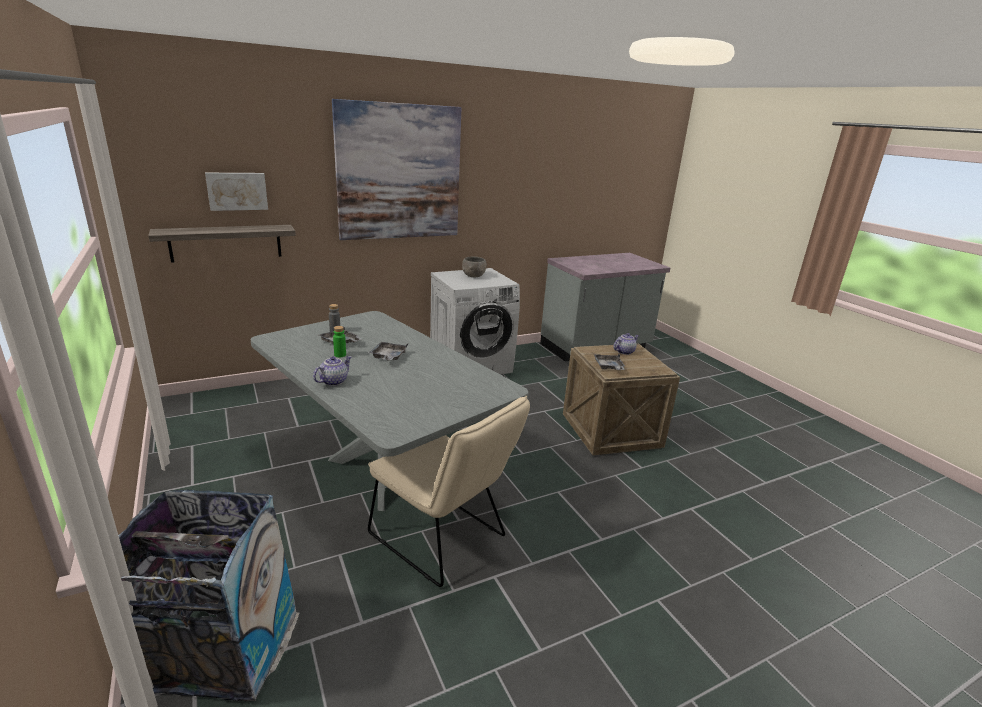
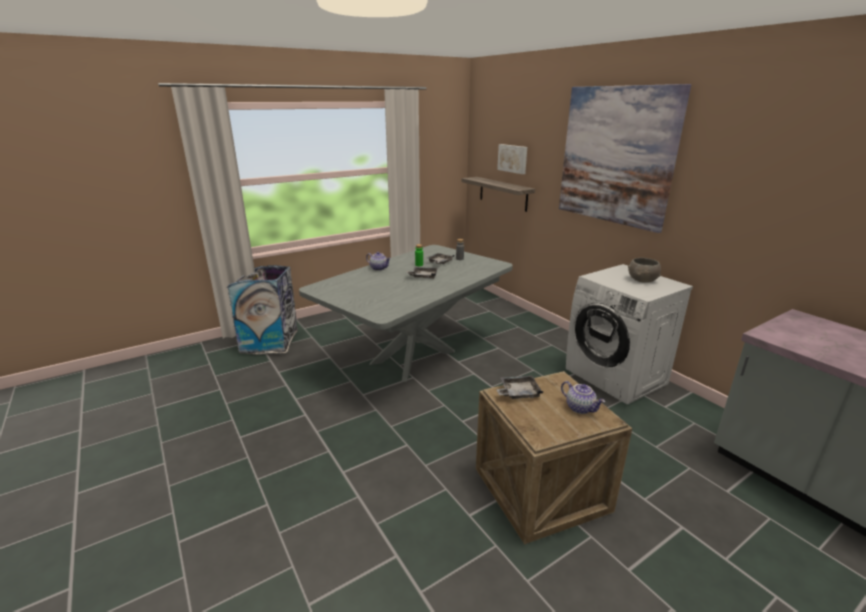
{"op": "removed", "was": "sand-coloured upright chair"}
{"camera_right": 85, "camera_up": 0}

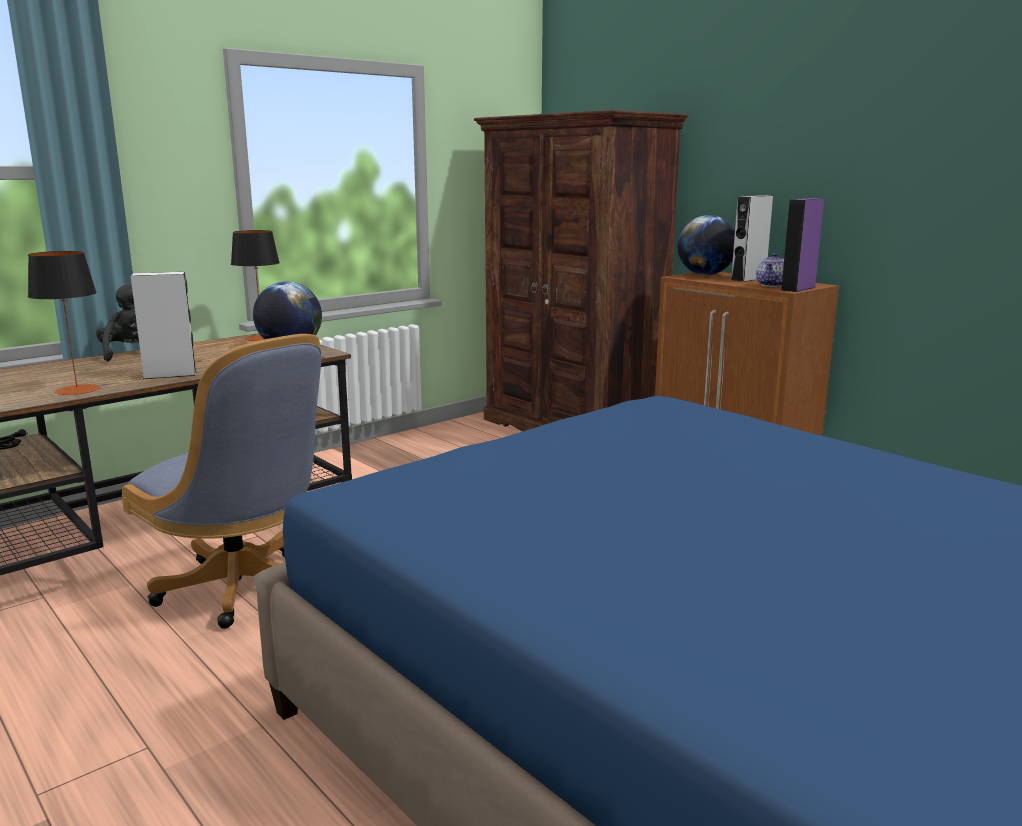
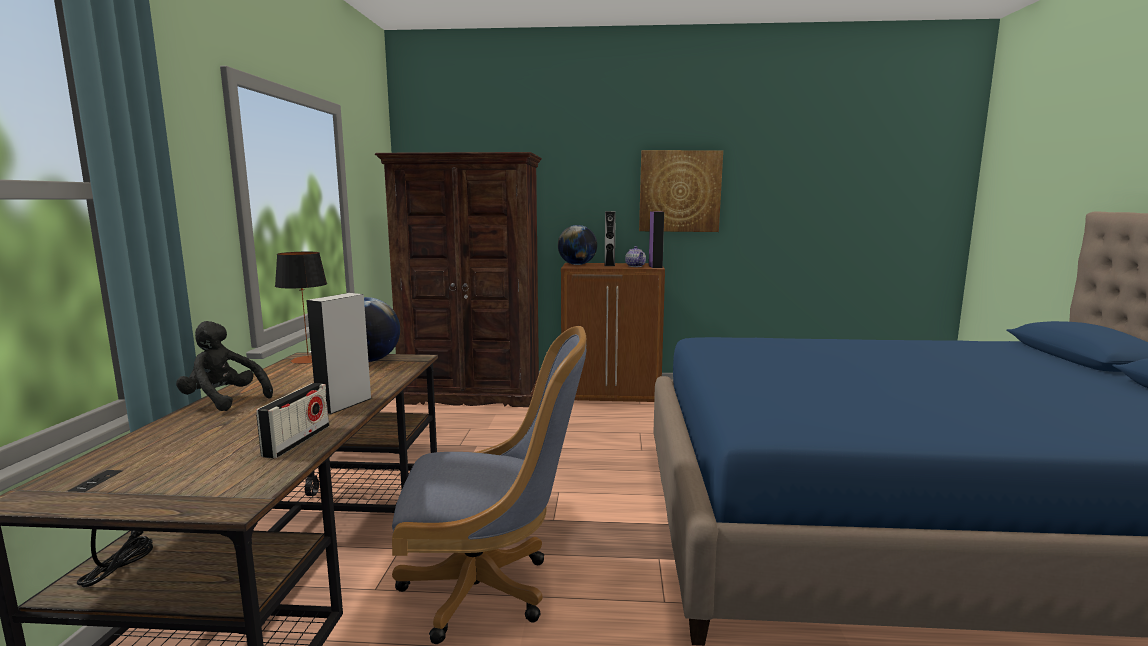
{"op": "replaced", "was": "table lamp (1st from left)", "now": "radio set"}
{"op": "added", "now": "wall picture"}
{"camera_right": -45, "camera_up": -5}

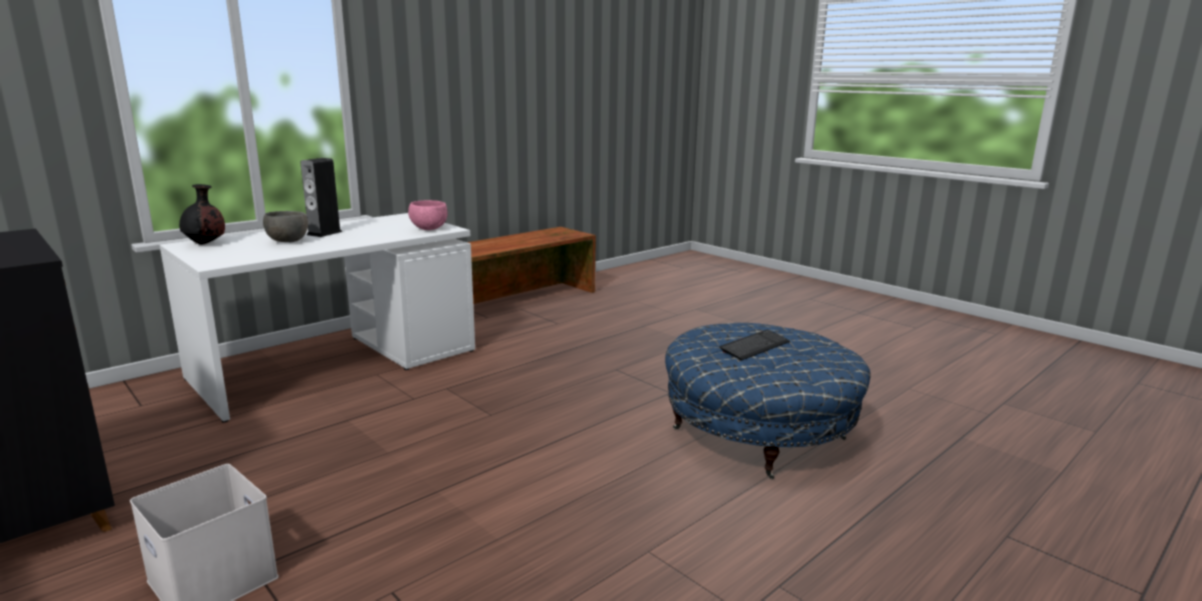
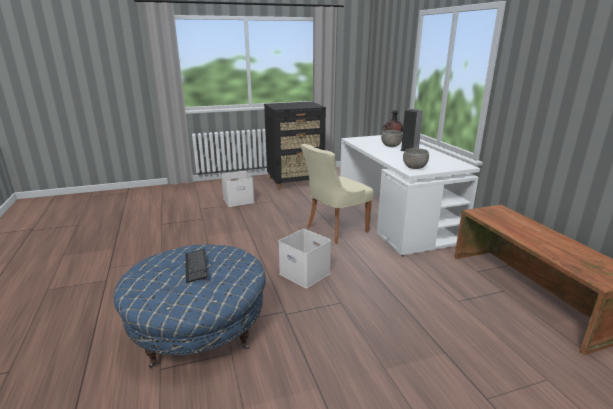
{"op": "recoloured", "was": "pinkish deep dish", "now": "grey deep dish (2nd from left)"}
{"op": "added", "now": "sand-coloured upright chair"}
{"op": "added", "now": "white-coloured storage box (2nd from left)"}
{"camera_right": 115, "camera_up": 5}

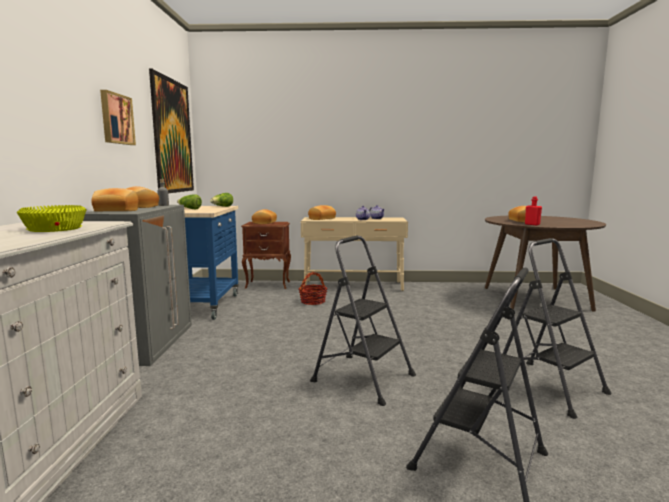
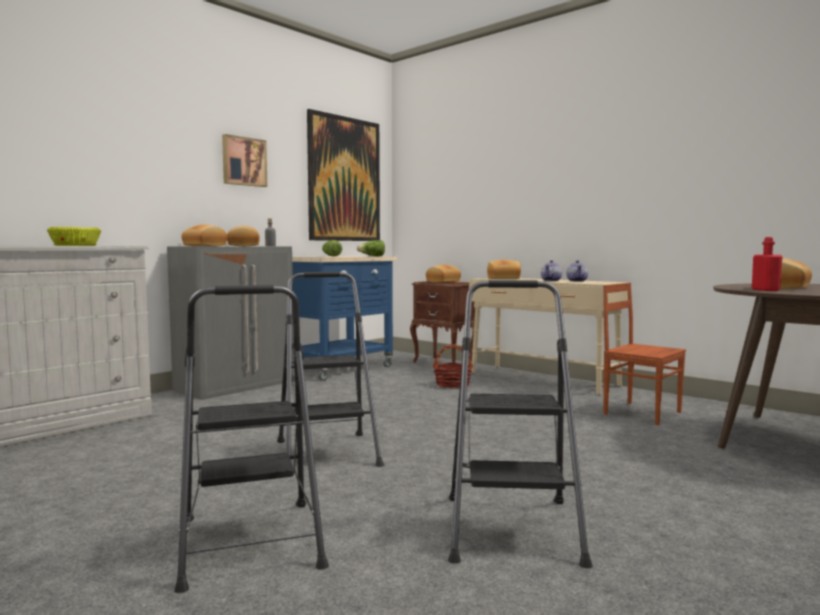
{"op": "added", "now": "brown upright chair"}
{"camera_right": 40, "camera_up": -5}

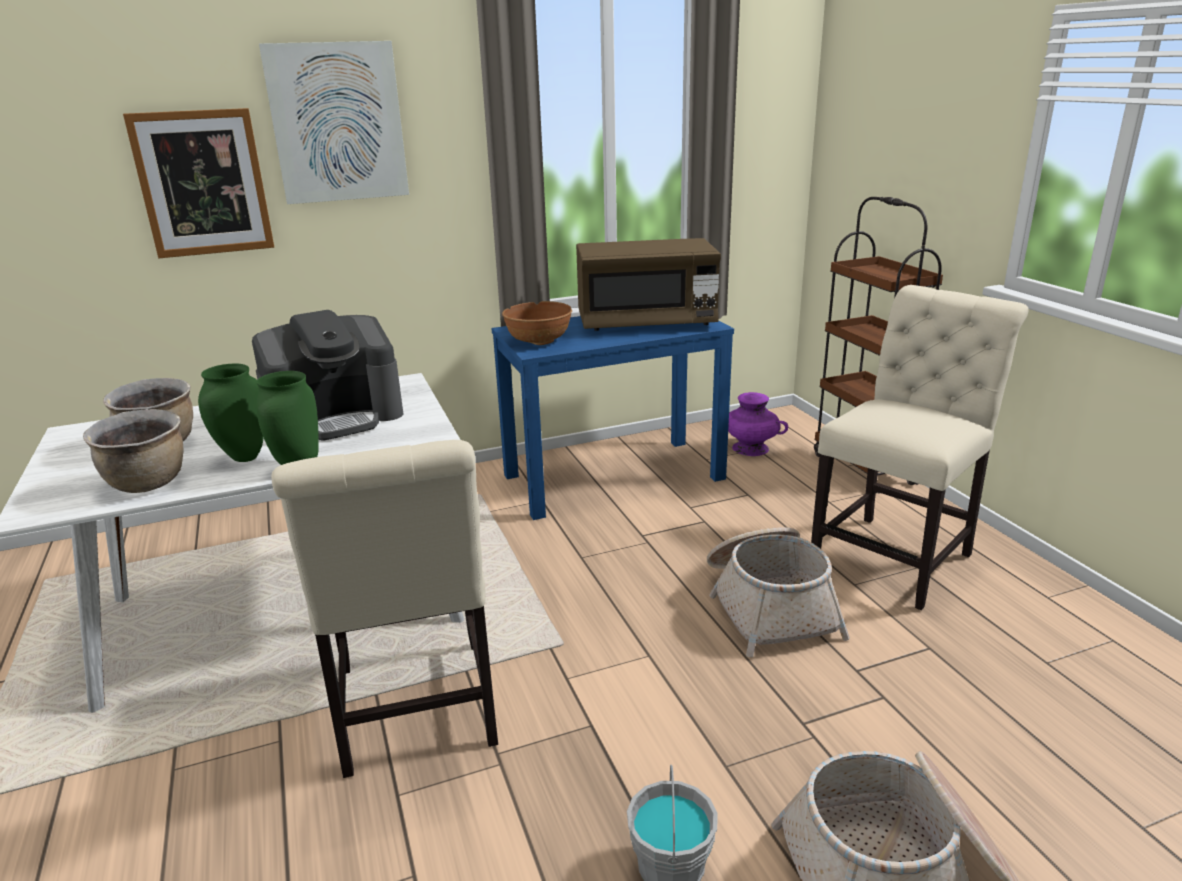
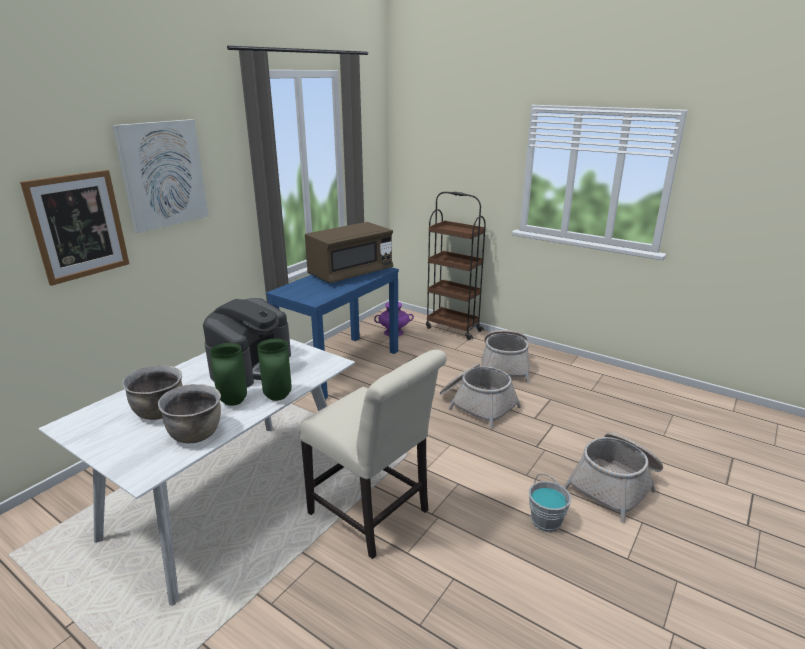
{"op": "replaced", "was": "sand-coloured upright chair (2nd from left)", "now": "storage basket (2nd from left)"}
{"op": "removed", "was": "brown deep dish"}
{"camera_right": -35, "camera_up": 0}

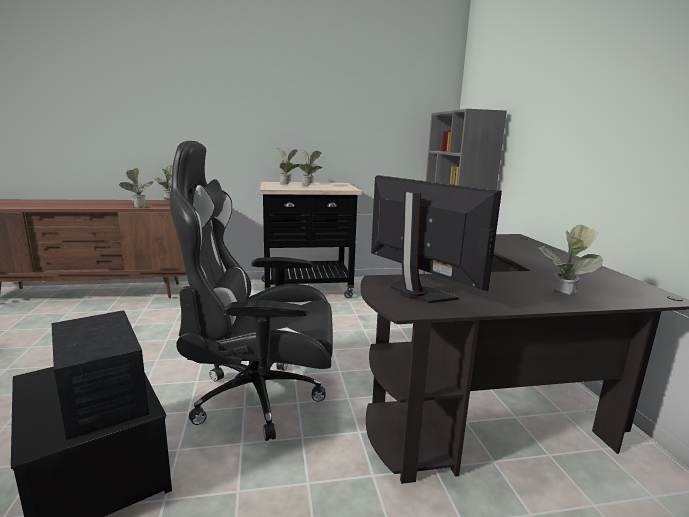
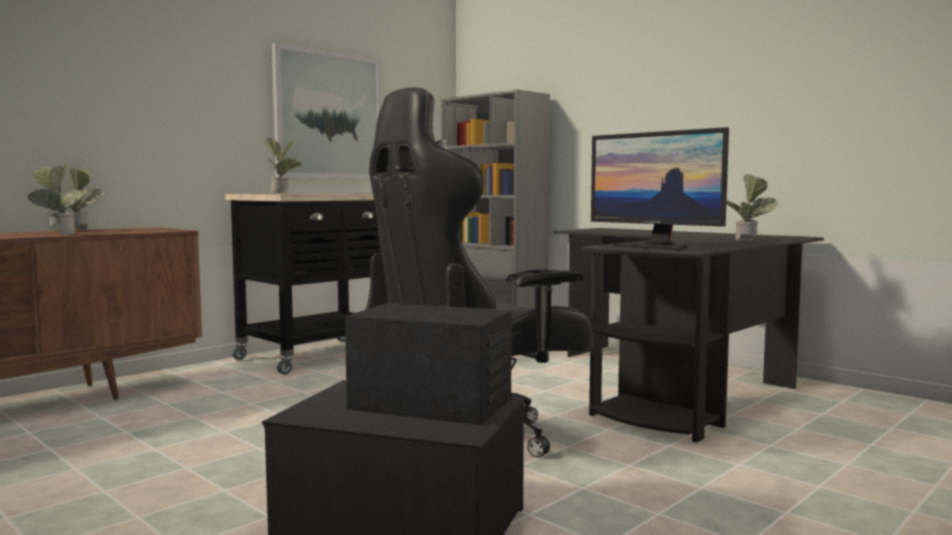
{"op": "removed", "was": "plant in a pot (4th from left)"}
{"op": "turned", "was": "monitor", "clockwise": -150}
{"op": "added", "now": "wall picture"}
{"camera_right": -35, "camera_up": -10}

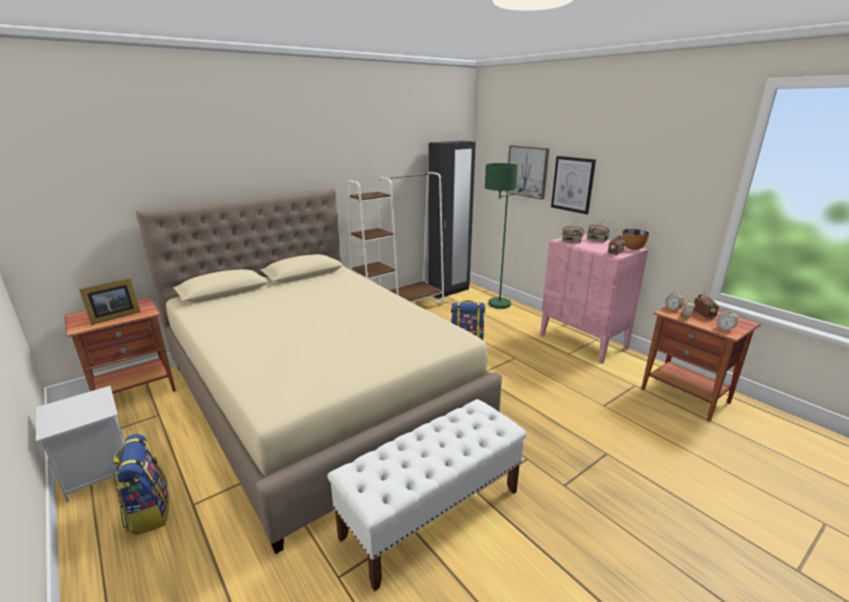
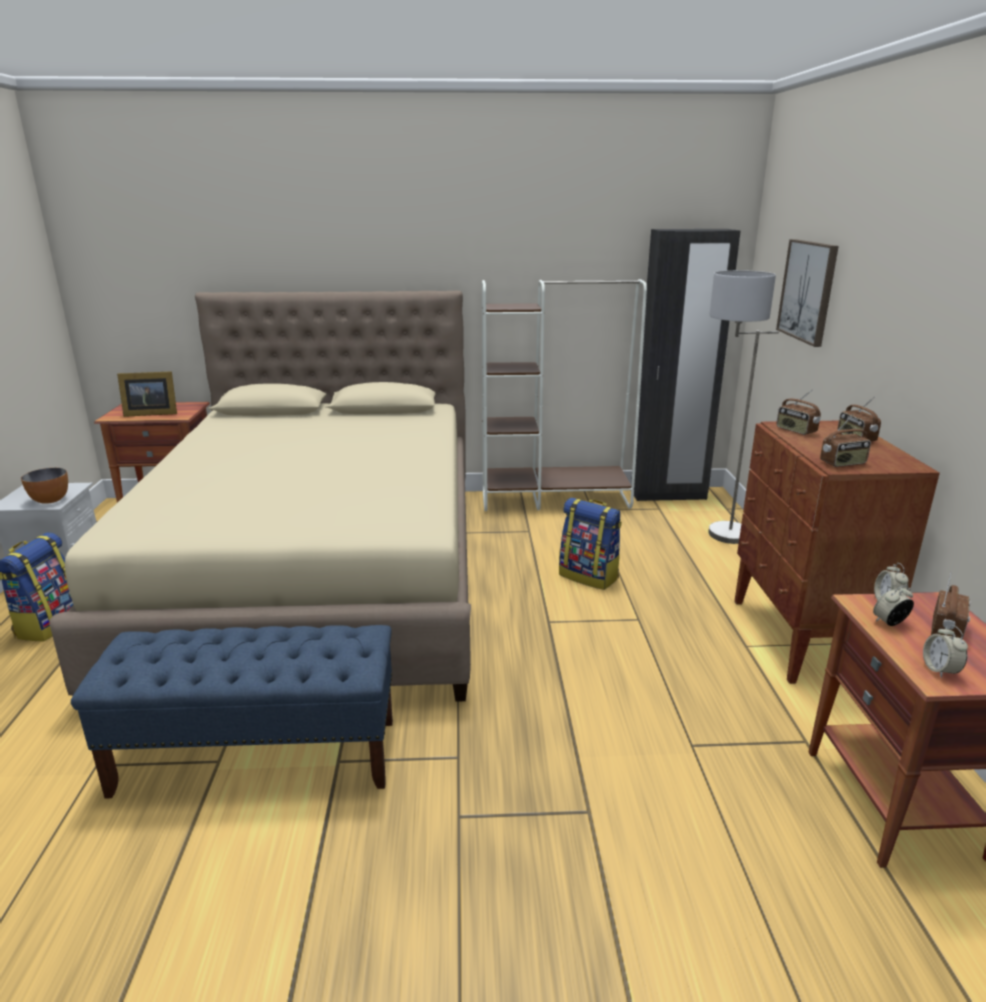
{"op": "removed", "was": "wall picture (2nd from left)"}
{"op": "recoloured", "was": "green standing lamp", "now": "grey standing lamp"}
{"op": "moved", "was": "deep dish"}
{"op": "recoloured", "was": "pinkish dresser", "now": "brown dresser"}
{"op": "recoloured", "was": "white-coloured bench", "now": "blue-coloured bench"}
{"camera_right": 35, "camera_up": 0}

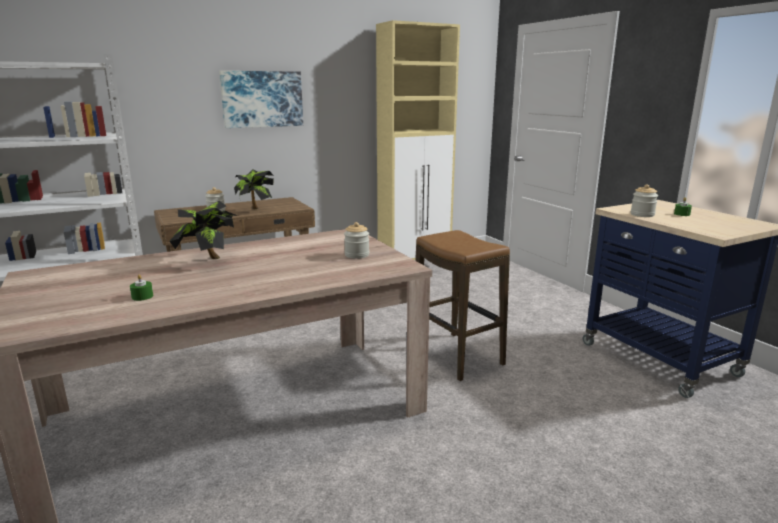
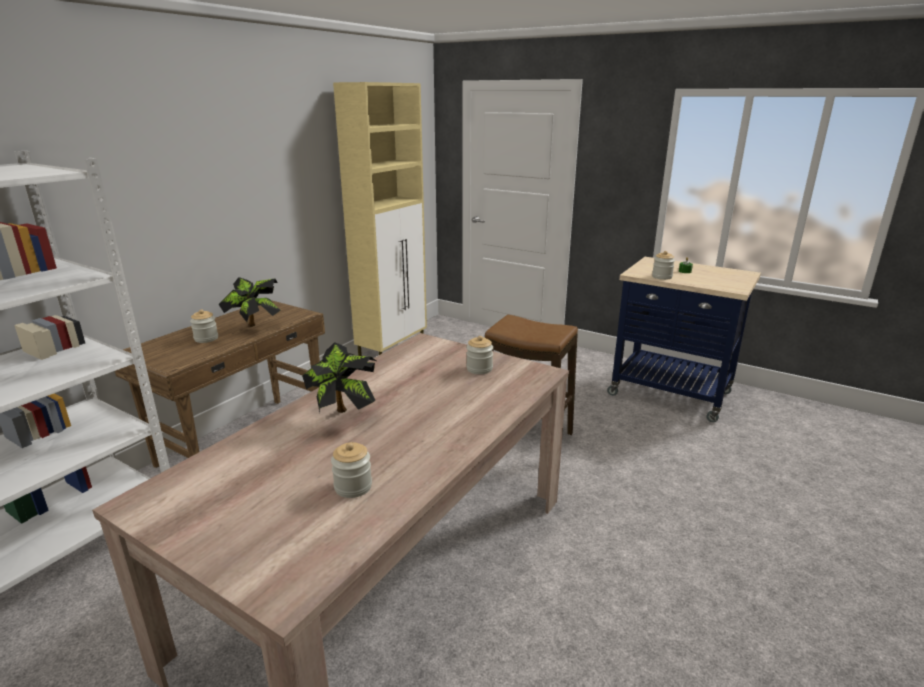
{"op": "removed", "was": "wall picture"}
{"op": "replaced", "was": "green wax candle (1st from left)", "now": "jar (2nd from left)"}
{"camera_right": -30, "camera_up": 5}

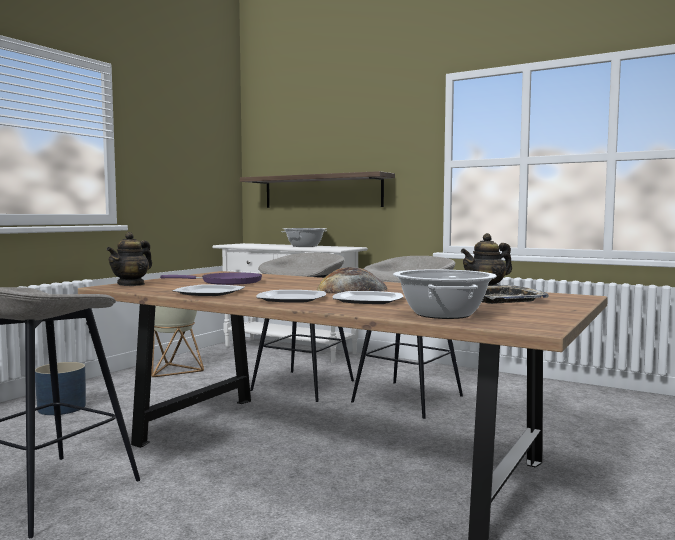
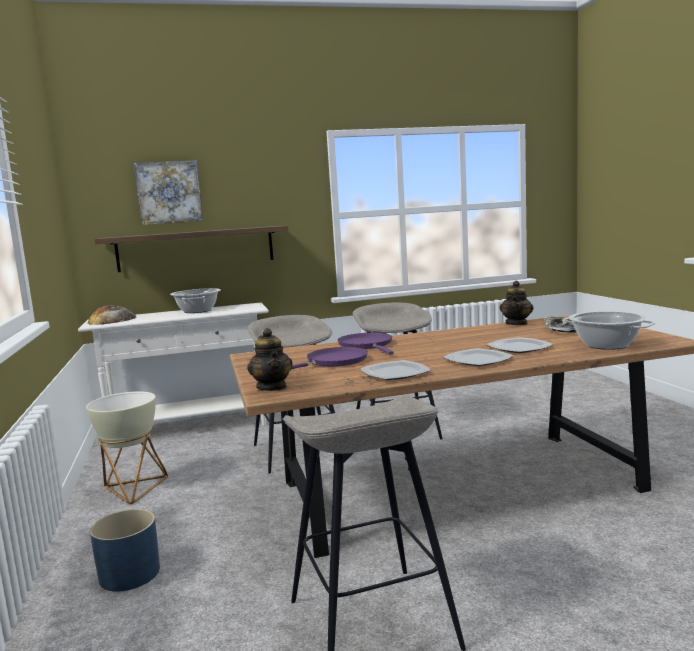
{"op": "moved", "was": "bakery bread"}
{"op": "added", "now": "wall picture"}
{"op": "added", "now": "purple-coloured frying pan (2nd from left)"}
{"camera_right": -45, "camera_up": 5}

